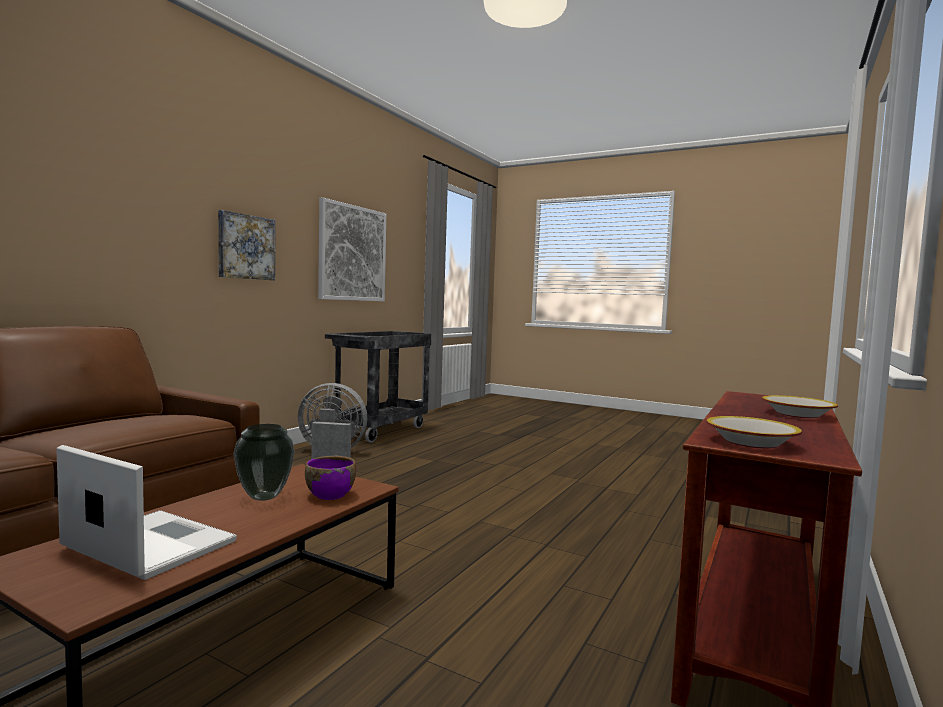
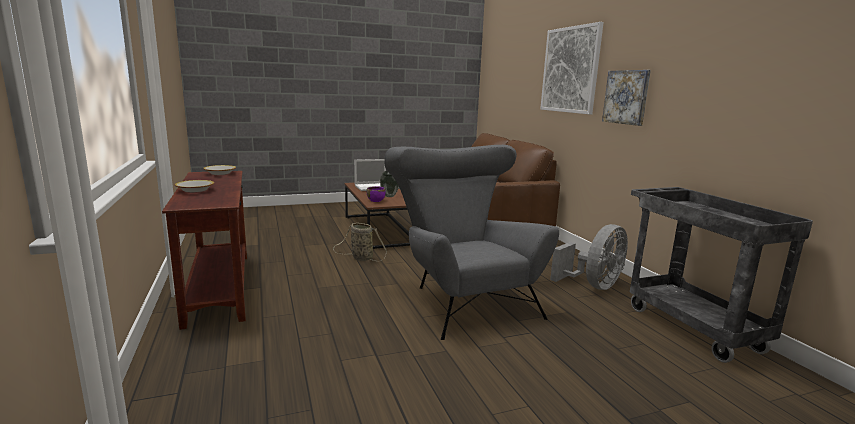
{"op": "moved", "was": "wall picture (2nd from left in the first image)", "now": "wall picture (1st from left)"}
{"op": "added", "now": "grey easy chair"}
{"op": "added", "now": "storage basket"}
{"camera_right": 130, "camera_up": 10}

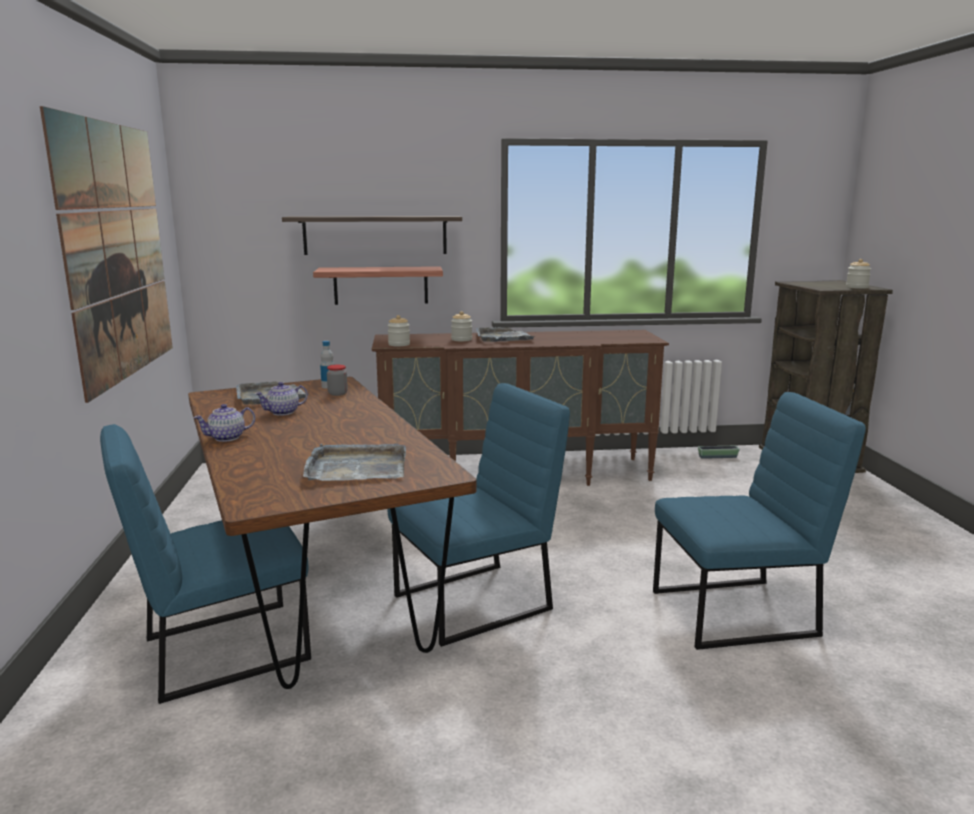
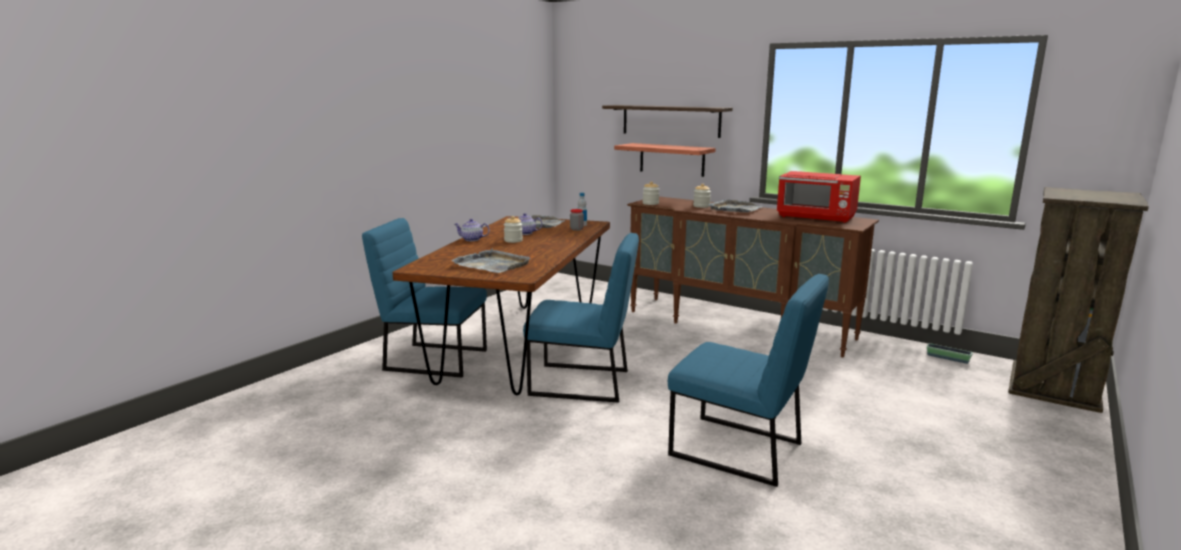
{"op": "removed", "was": "wall picture"}
{"op": "moved", "was": "jar (4th from left in the first image)", "now": "jar (1st from left)"}
{"op": "added", "now": "red microwave"}
{"camera_right": 40, "camera_up": 0}

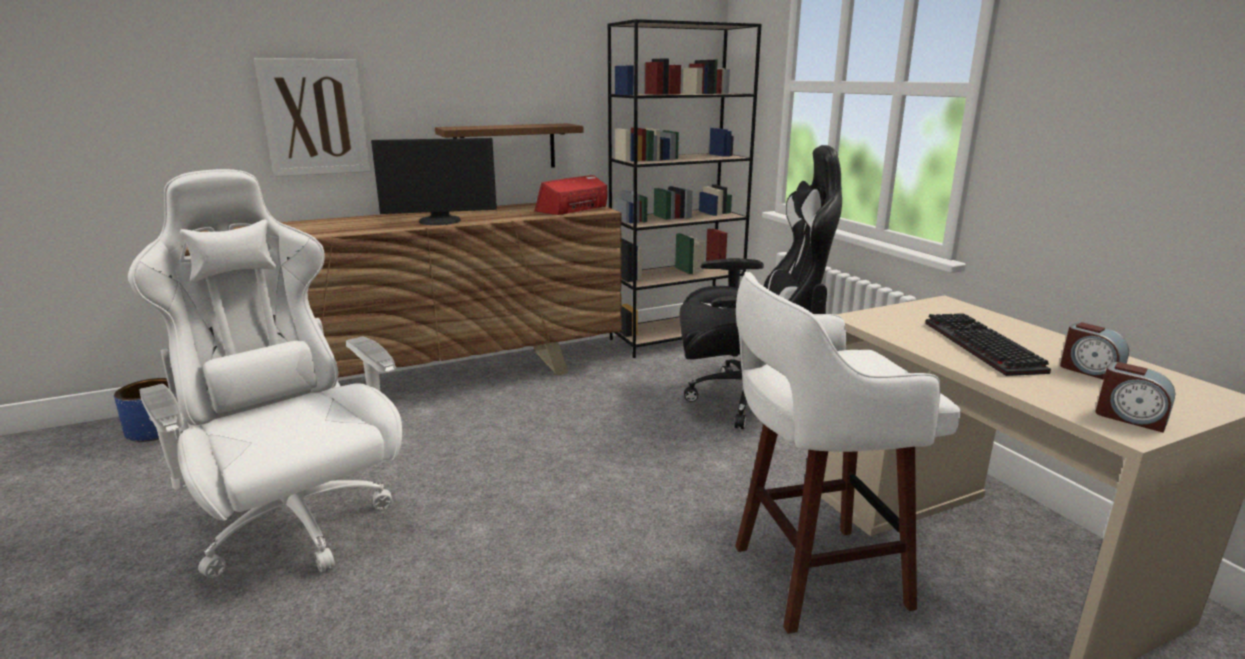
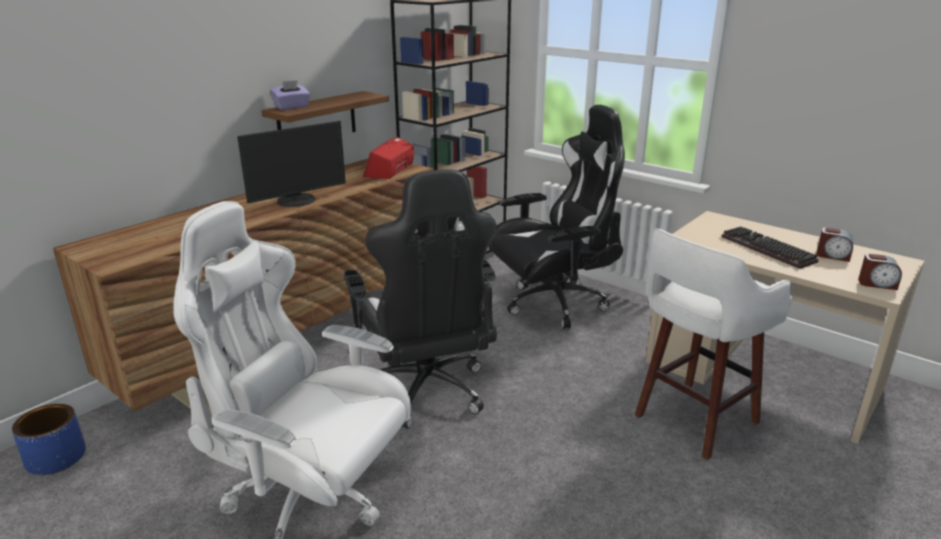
{"op": "removed", "was": "wall picture"}
{"op": "added", "now": "purple-coloured box of tissues"}
{"op": "added", "now": "black office chair (1st from left)"}
{"camera_right": -25, "camera_up": 5}

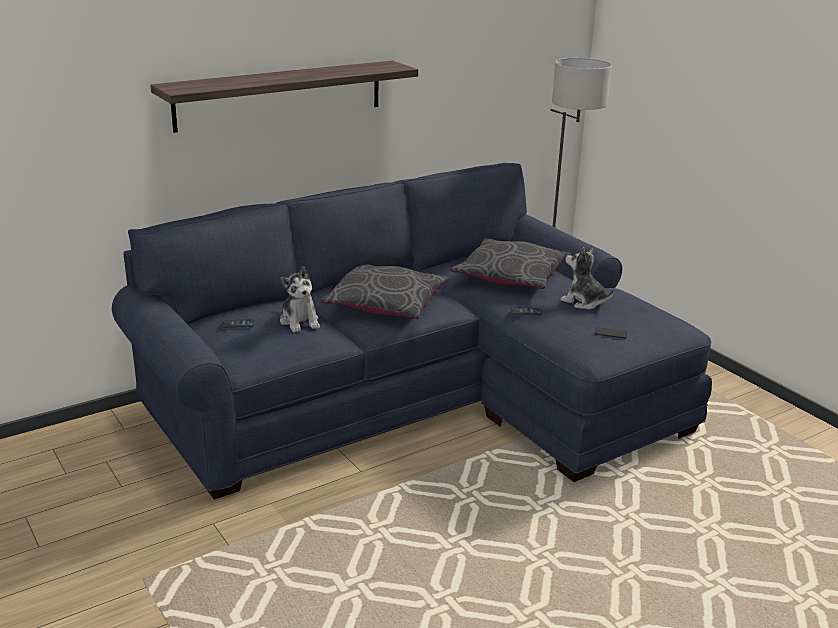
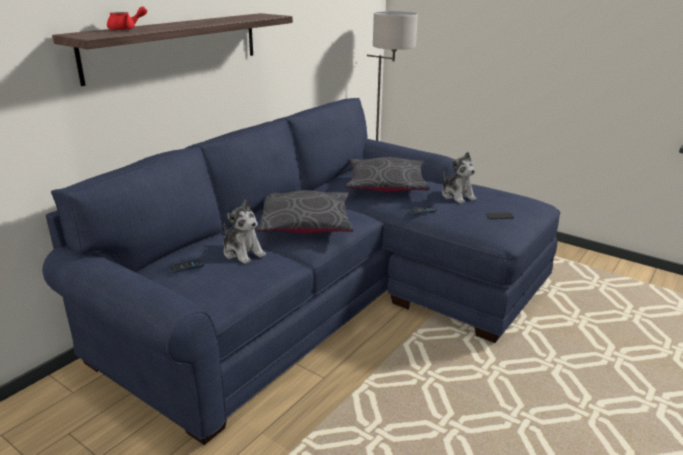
{"op": "turned", "was": "soft toy (2nd from left)", "clockwise": -135}
{"op": "added", "now": "red pot for tea"}
{"camera_right": -20, "camera_up": 0}

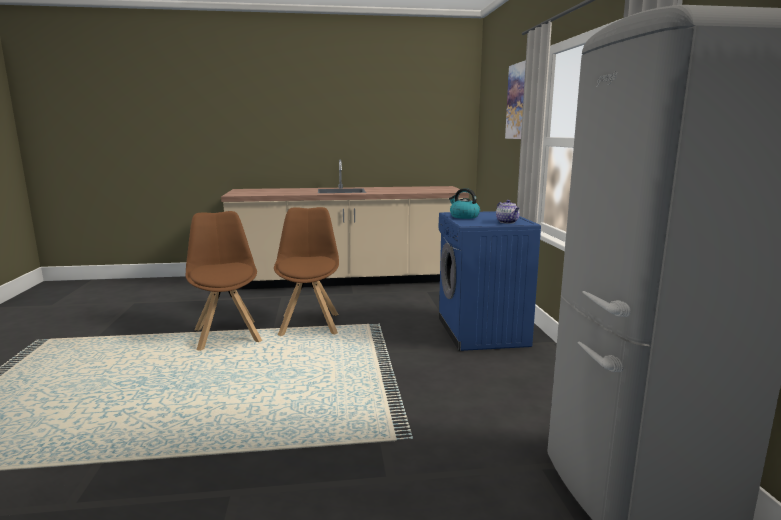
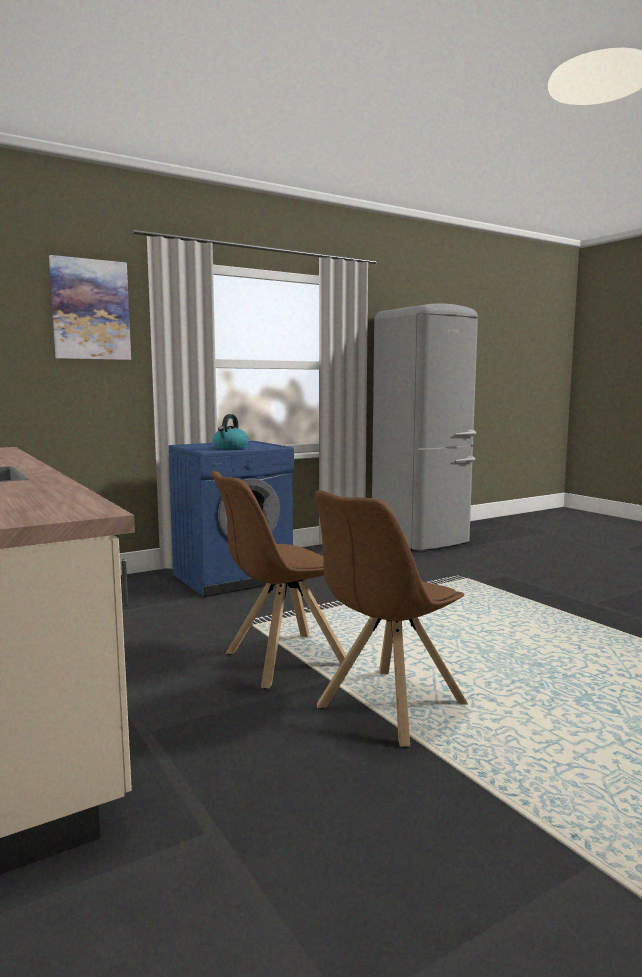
{"op": "removed", "was": "pot for tea"}
{"camera_right": -115, "camera_up": -5}

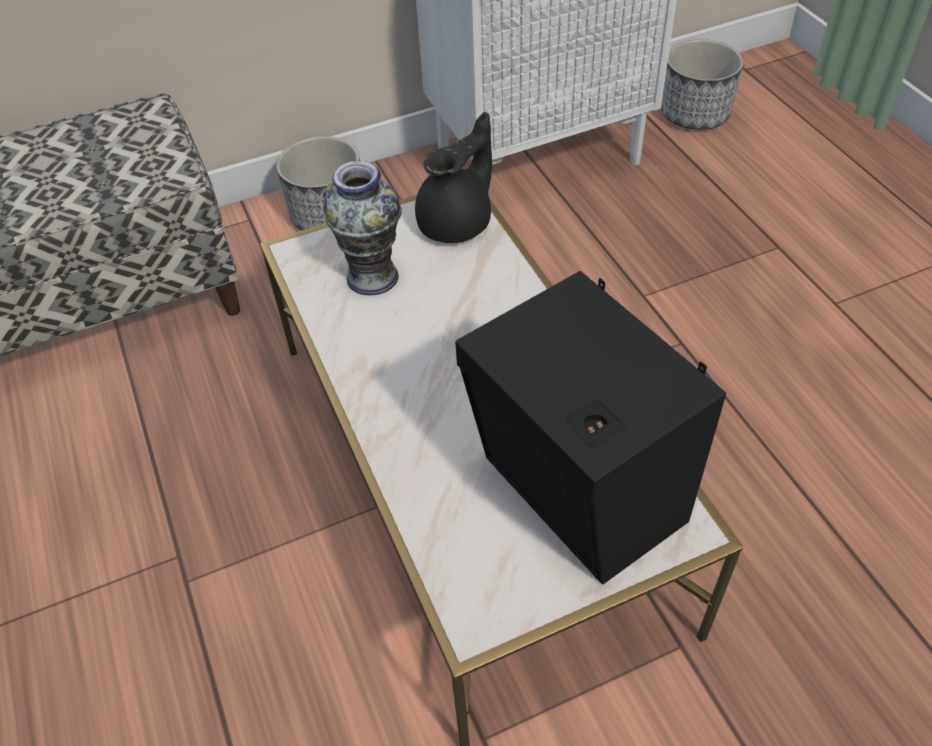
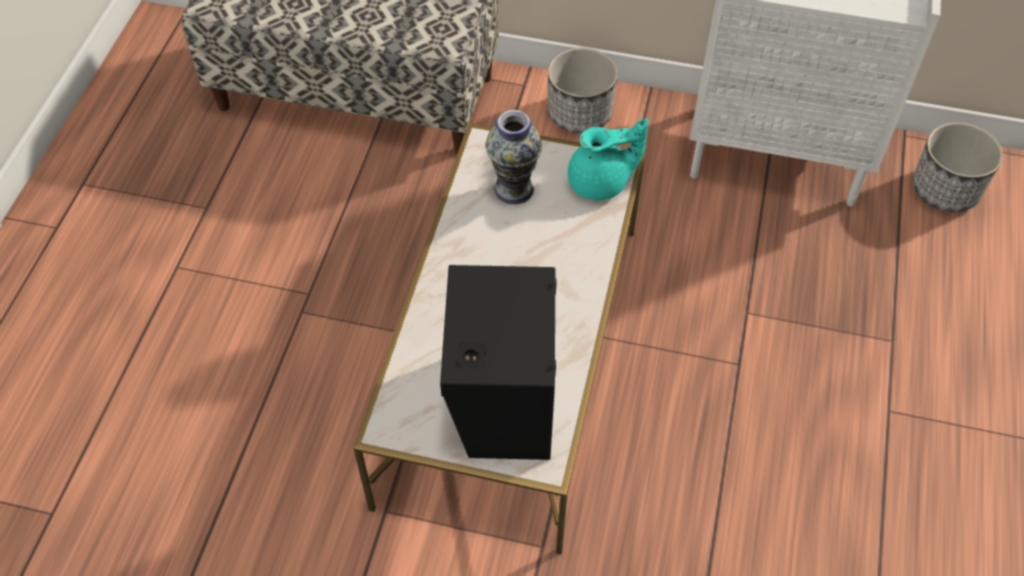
{"op": "recoloured", "was": "black pot for tea", "now": "blue-green pot for tea"}
{"camera_right": 35, "camera_up": 5}

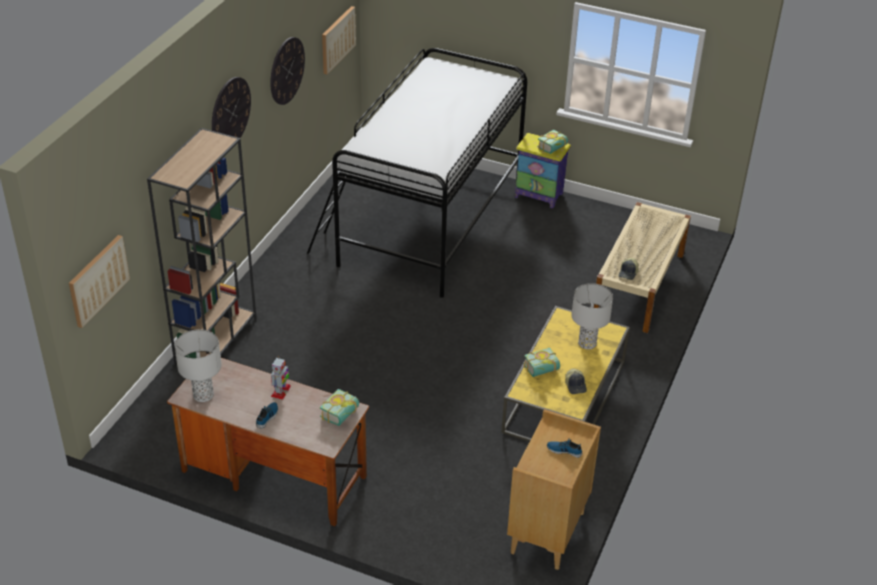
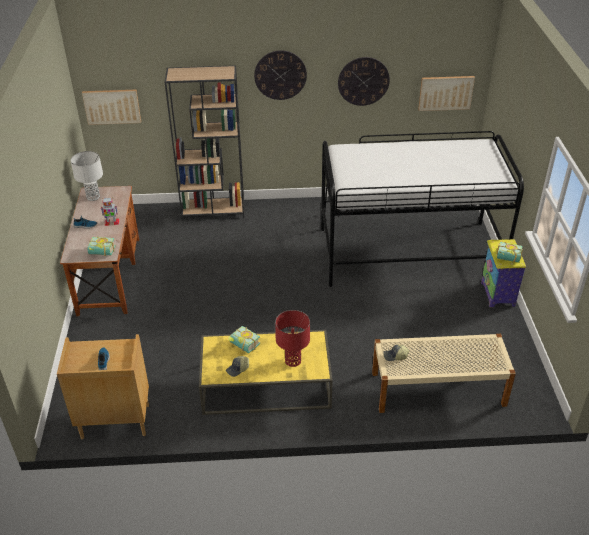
{"op": "recoloured", "was": "white-coloured table lamp (2nd from left)", "now": "red table lamp"}
{"camera_right": 65, "camera_up": 0}

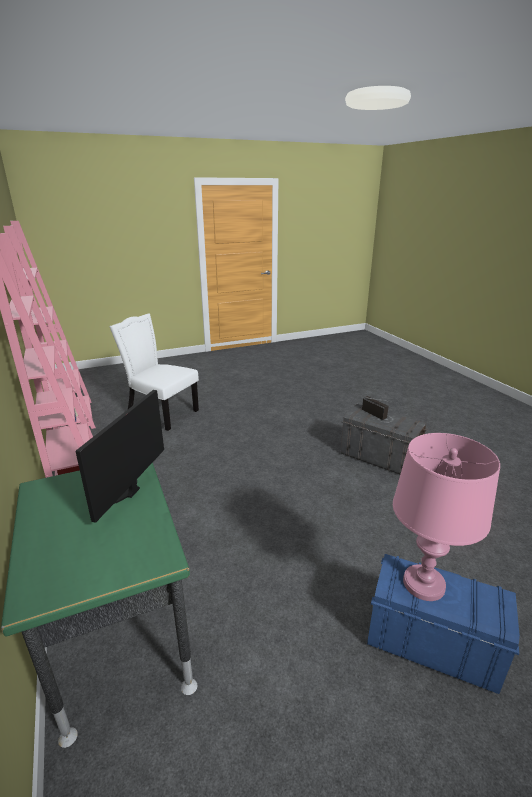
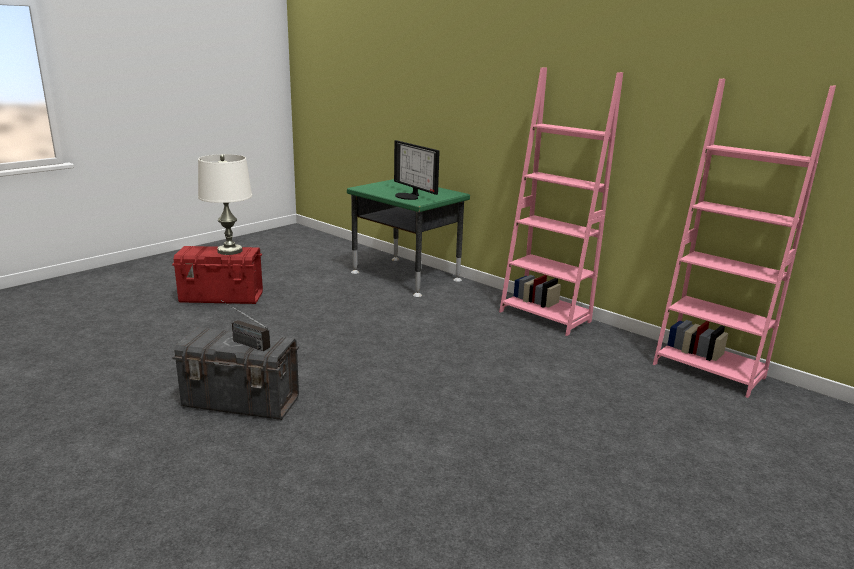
{"op": "removed", "was": "white-coloured upright chair"}
{"op": "turned", "was": "monitor", "clockwise": 150}
{"op": "recoloured", "was": "pinkish table lamp", "now": "white-coloured table lamp"}
{"op": "recoloured", "was": "blue-coloured storage box", "now": "red storage box"}
{"camera_right": 155, "camera_up": -5}

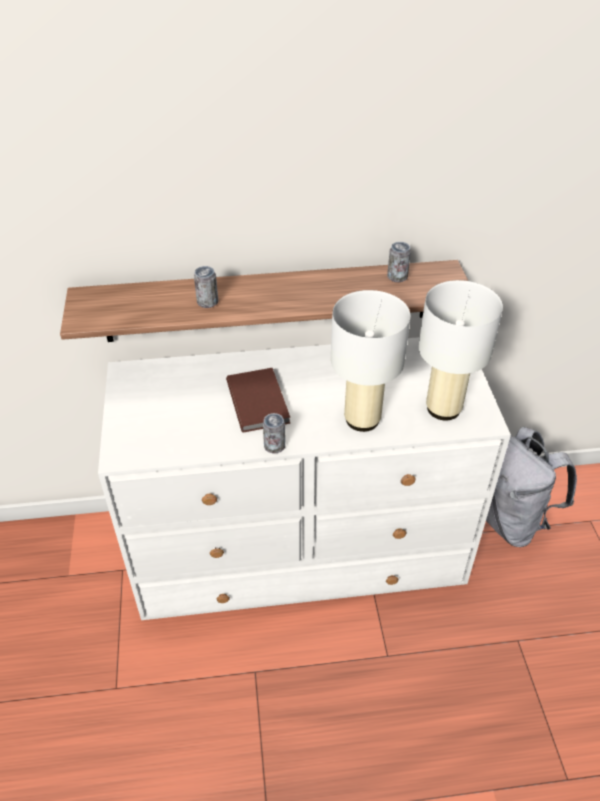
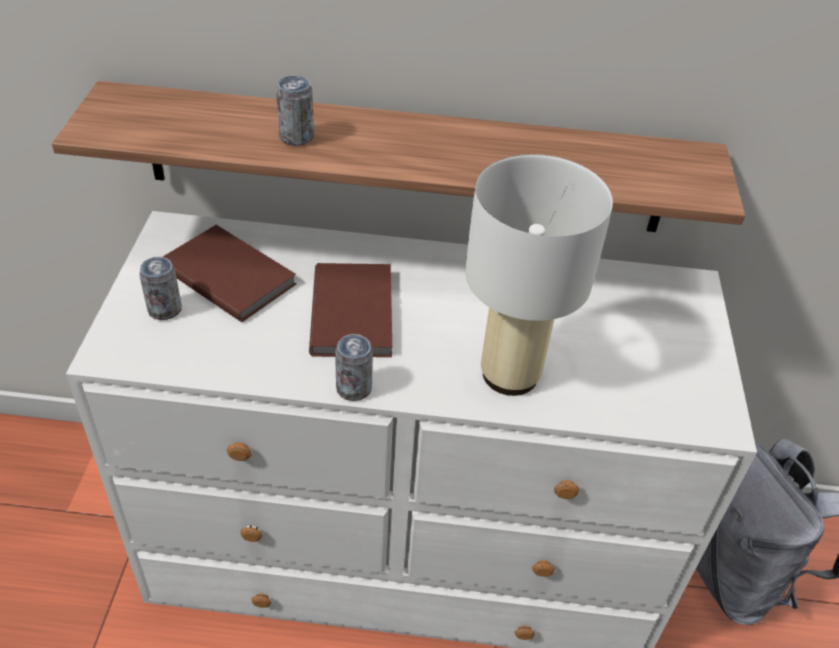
{"op": "moved", "was": "sealed can (3rd from left in the first image)", "now": "sealed can (1st from left)"}
{"op": "removed", "was": "white-coloured table lamp (2nd from left)"}
{"op": "added", "now": "brown bound book (1st from left)"}
{"camera_right": 10, "camera_up": 0}

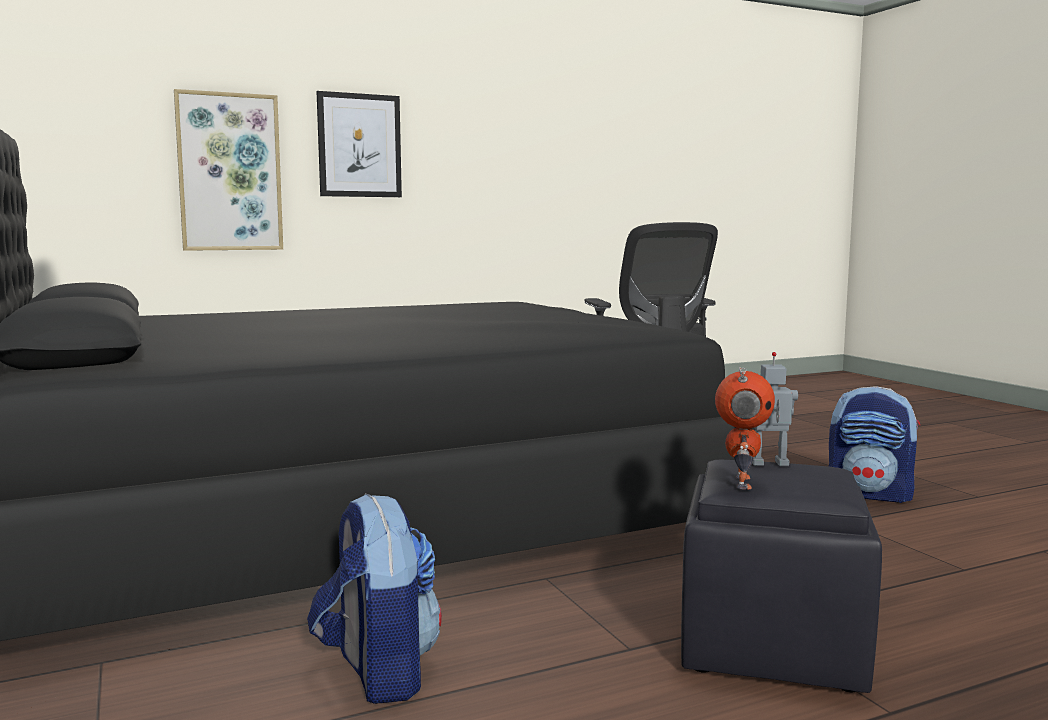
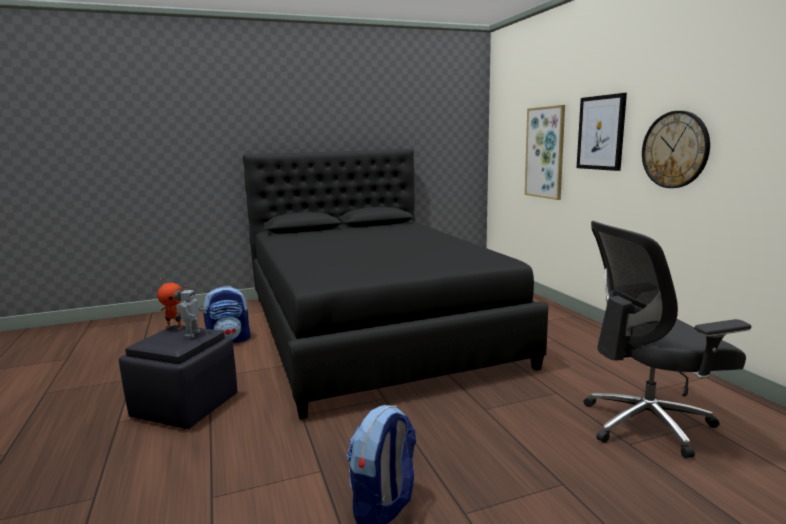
{"op": "added", "now": "clock on the wall"}
{"camera_right": 95, "camera_up": 5}

